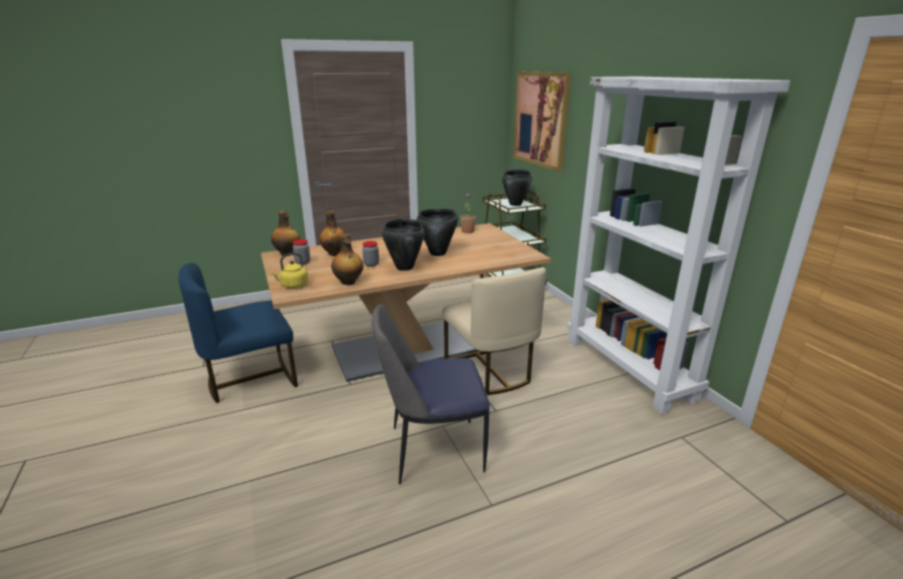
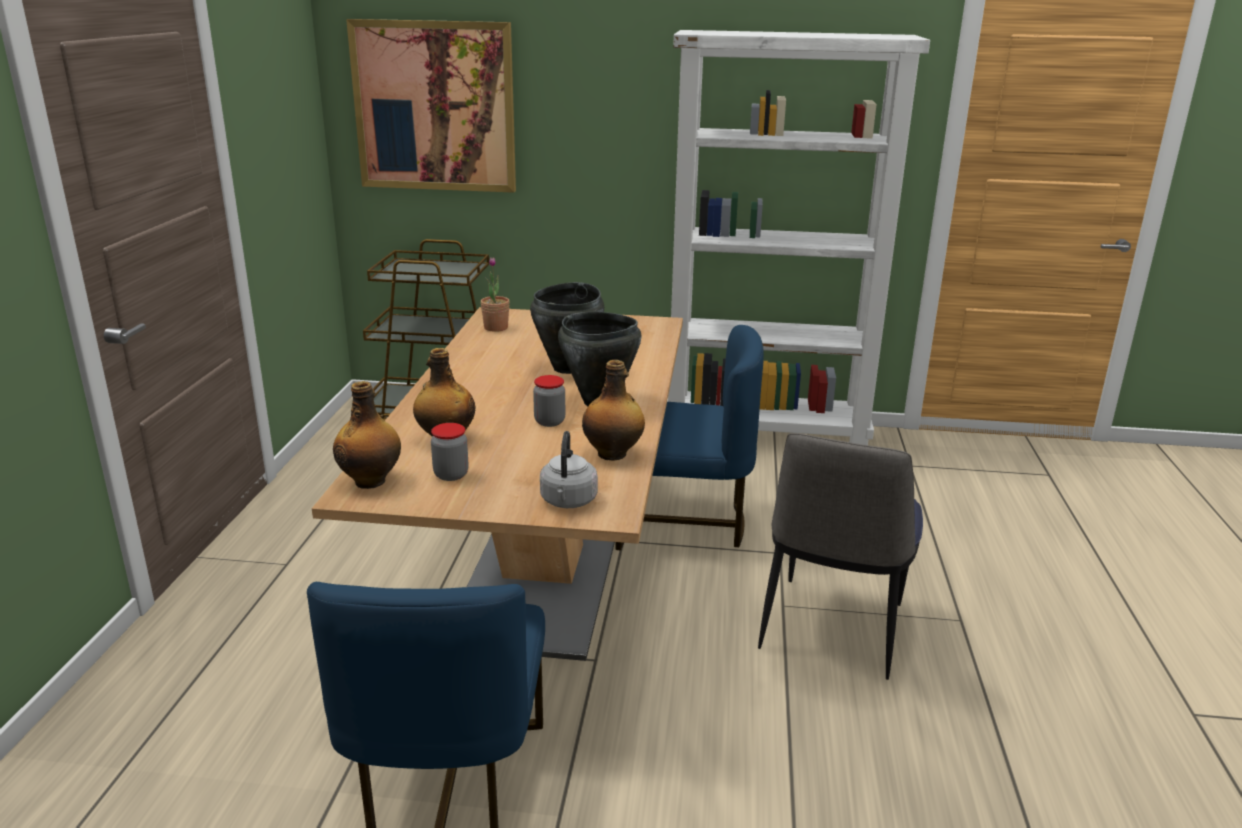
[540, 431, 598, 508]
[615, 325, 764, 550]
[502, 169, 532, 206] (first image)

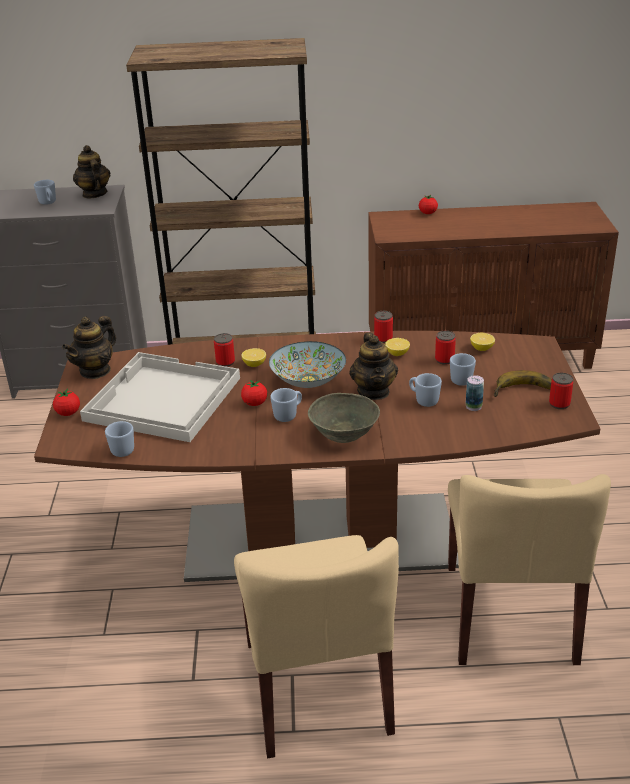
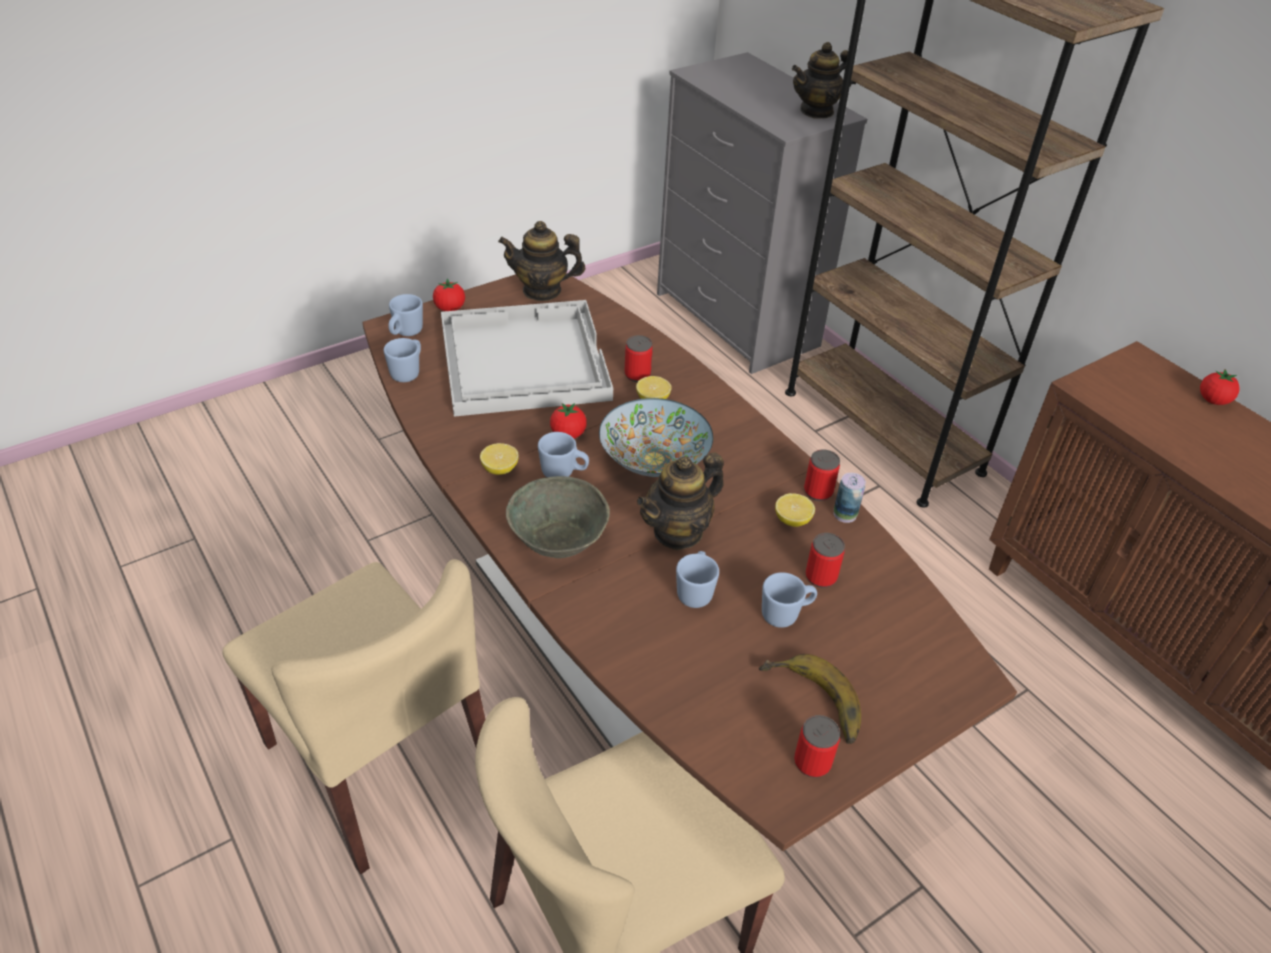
[222, 559, 485, 874]
[388, 294, 423, 336]
[480, 443, 519, 475]
[792, 42, 851, 119]
[834, 473, 866, 523]

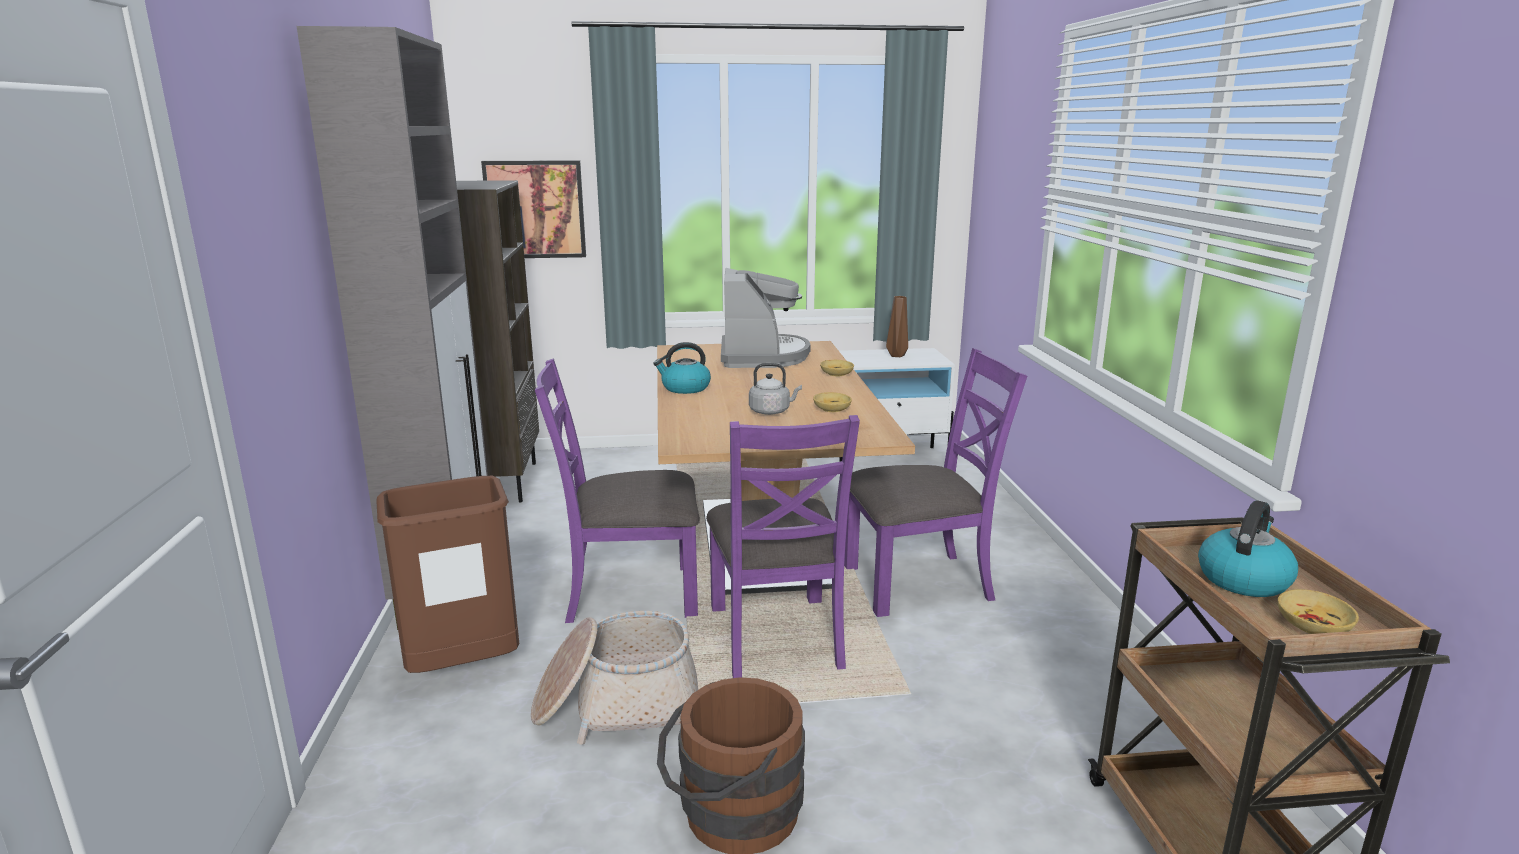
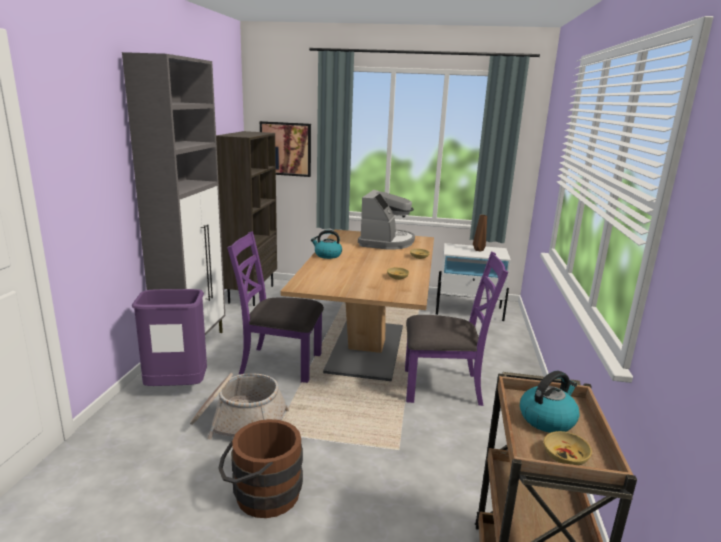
[132, 289, 207, 386]
[706, 415, 860, 678] (first image)
[749, 363, 802, 415] (first image)

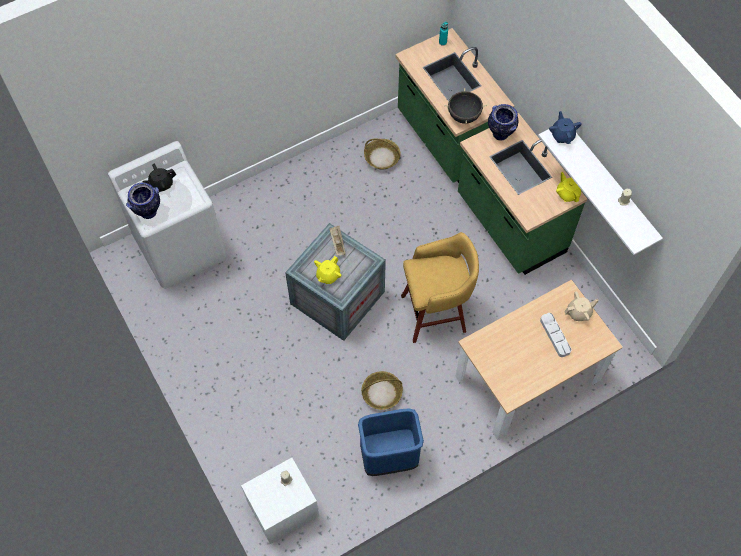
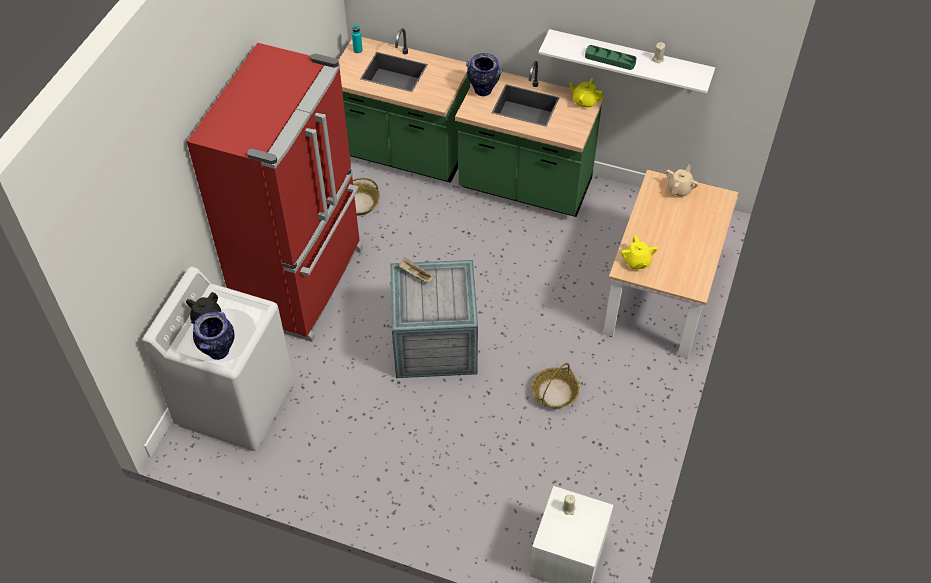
[187, 43, 363, 342]
[585, 45, 636, 70]
[621, 236, 658, 269]
[358, 408, 424, 476] (first image)
[401, 232, 479, 343] (first image)
[444, 88, 487, 125] (first image)
[540, 313, 571, 357] (first image)
[549, 111, 582, 144] (first image)

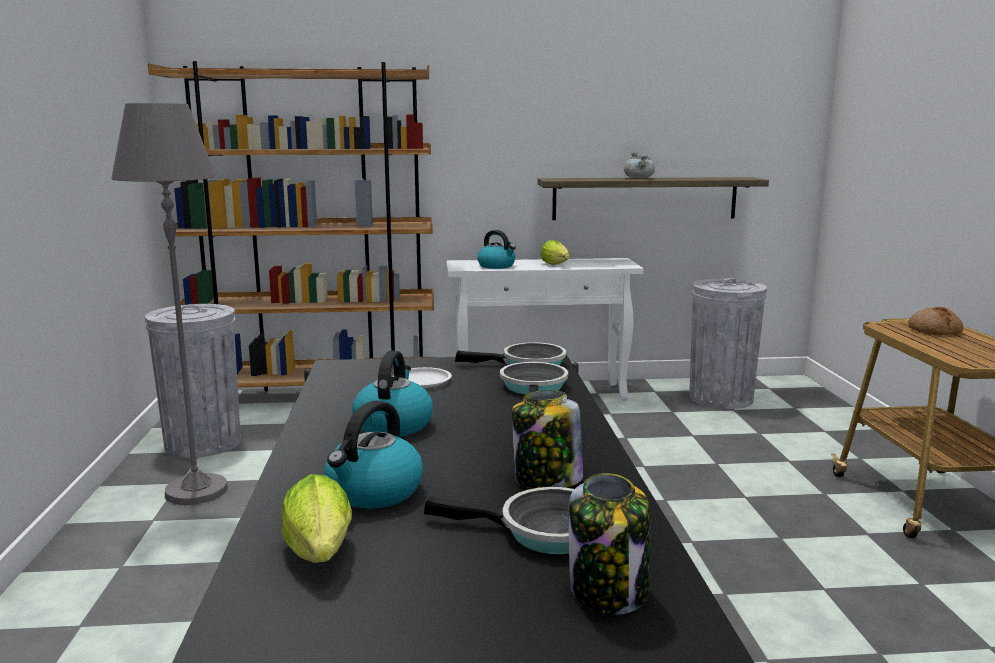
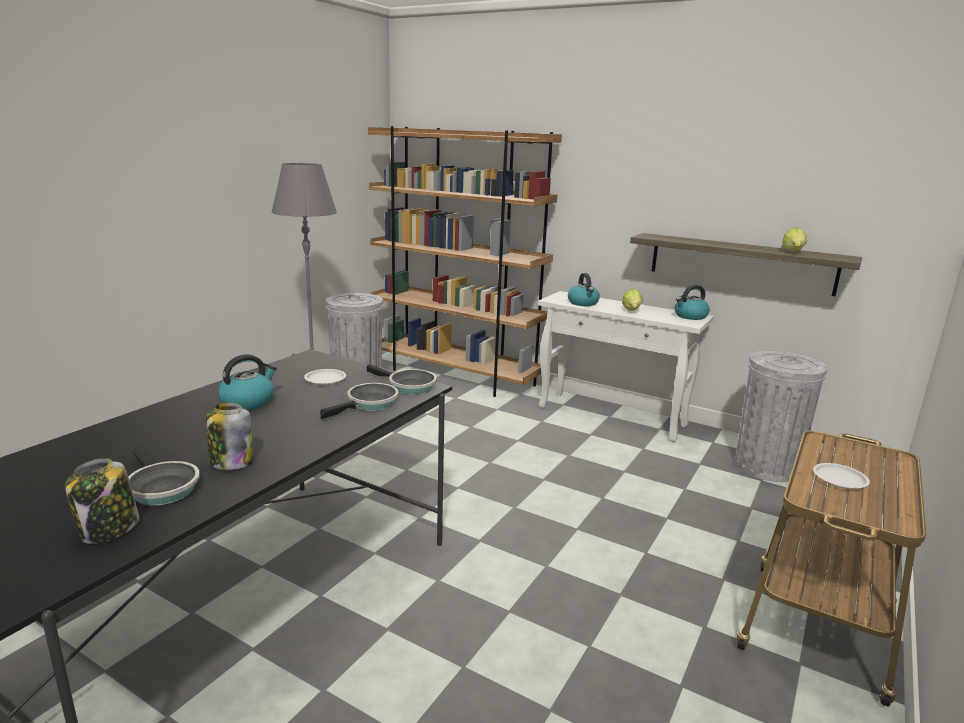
[675, 285, 710, 320]
[782, 227, 807, 252]
[813, 463, 870, 489]
[624, 151, 655, 179] (first image)
[908, 307, 964, 335] (first image)

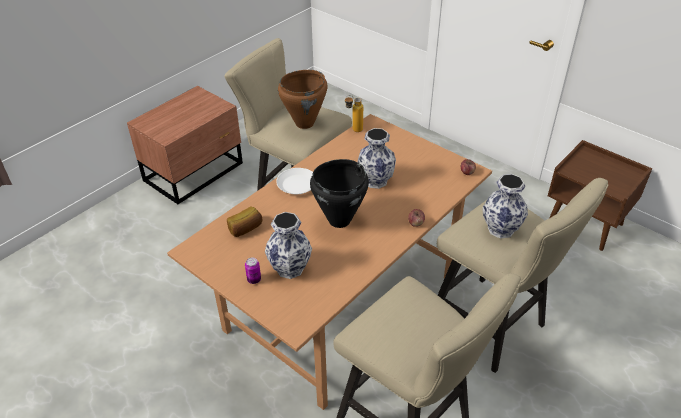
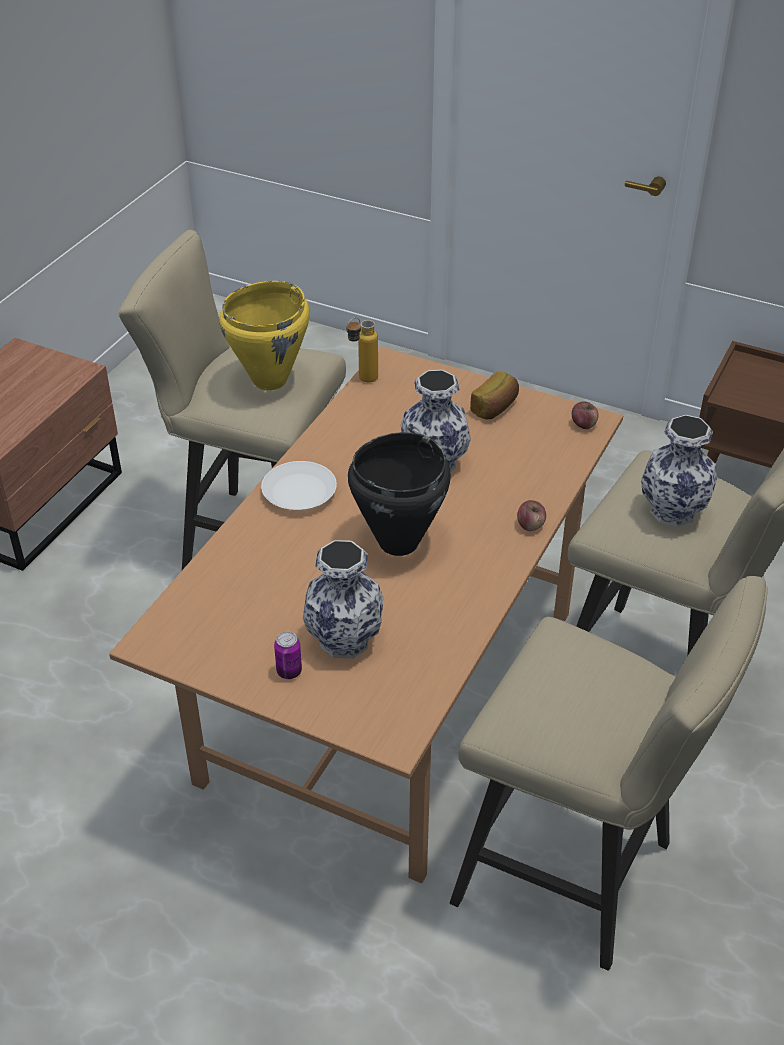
[219, 281, 310, 390]
[470, 372, 519, 419]

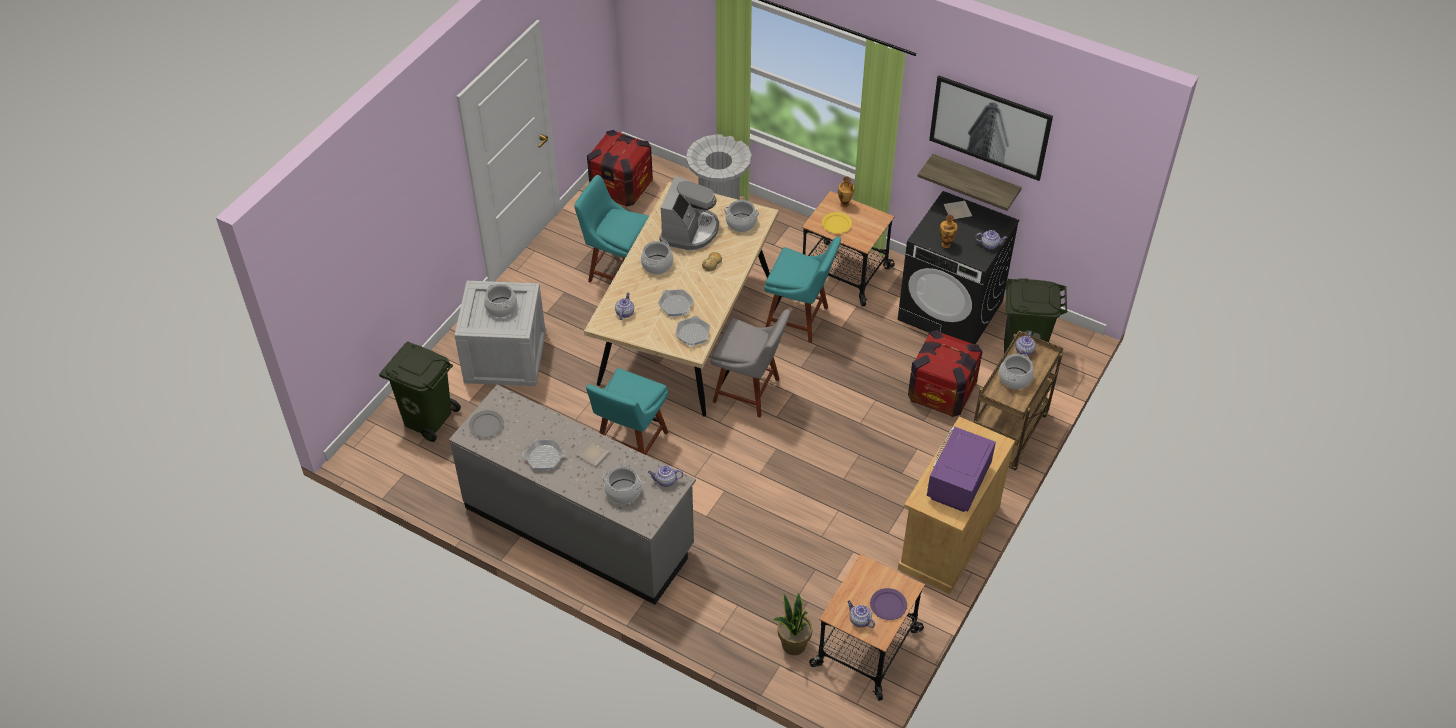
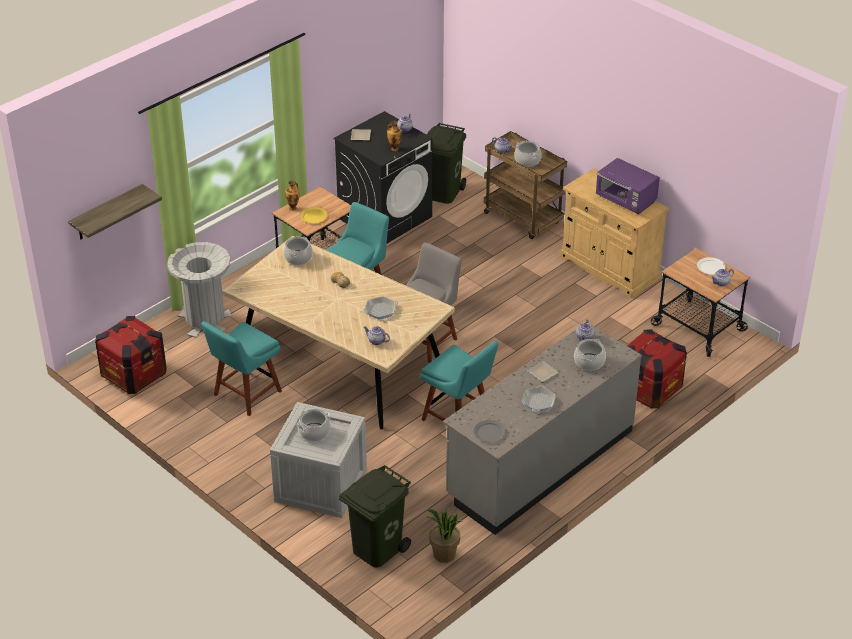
[68, 184, 162, 239]
[426, 509, 462, 563]
[627, 329, 687, 408]
[697, 257, 725, 275]
[641, 241, 673, 274] (first image)
[659, 176, 719, 250] (first image)
[676, 316, 710, 346] (first image)
[929, 75, 1053, 181] (first image)

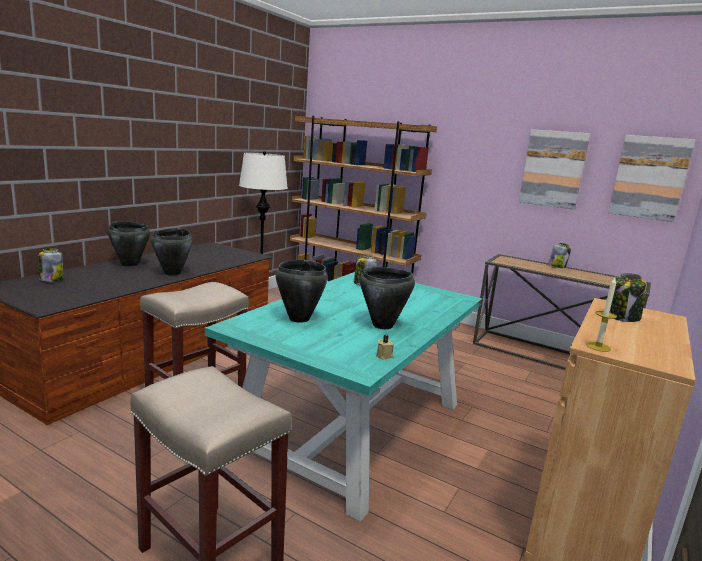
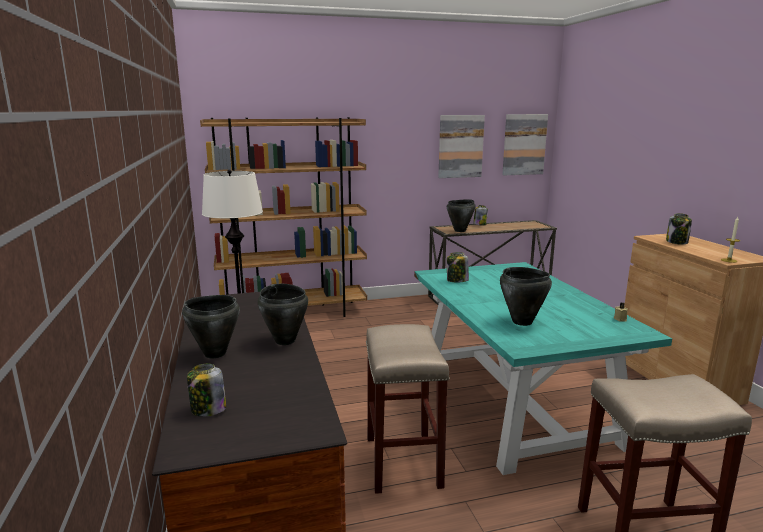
[447, 199, 475, 232]

